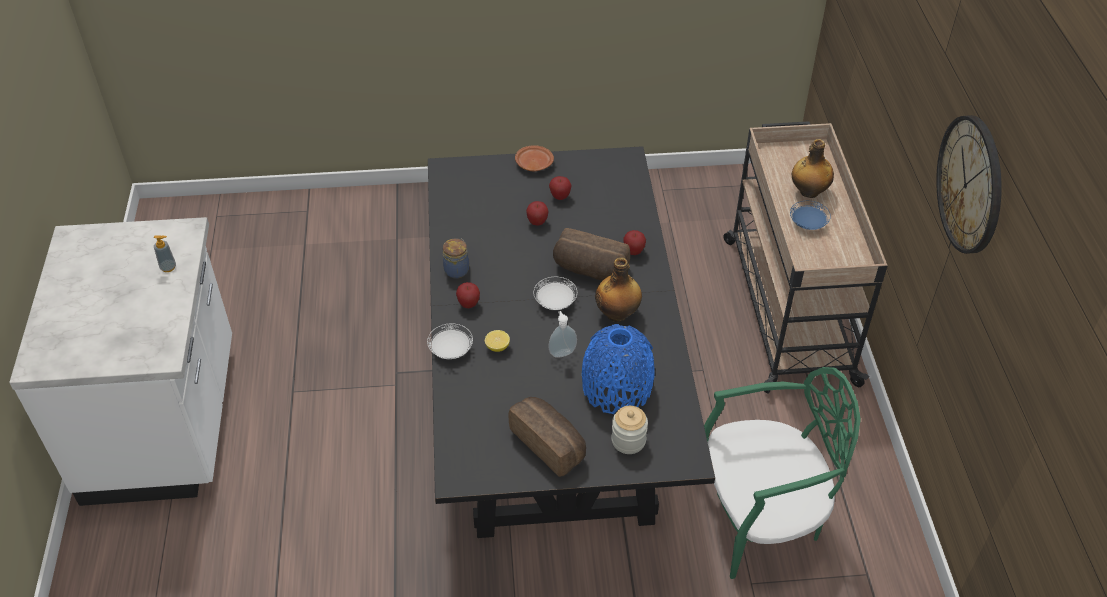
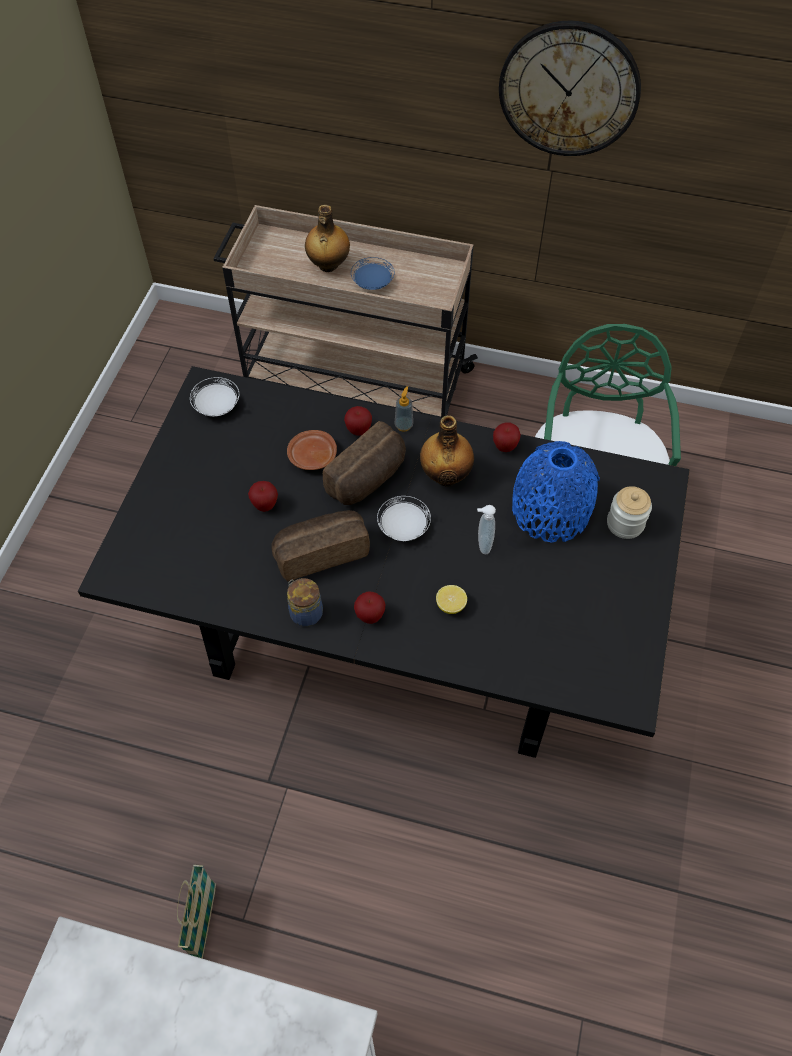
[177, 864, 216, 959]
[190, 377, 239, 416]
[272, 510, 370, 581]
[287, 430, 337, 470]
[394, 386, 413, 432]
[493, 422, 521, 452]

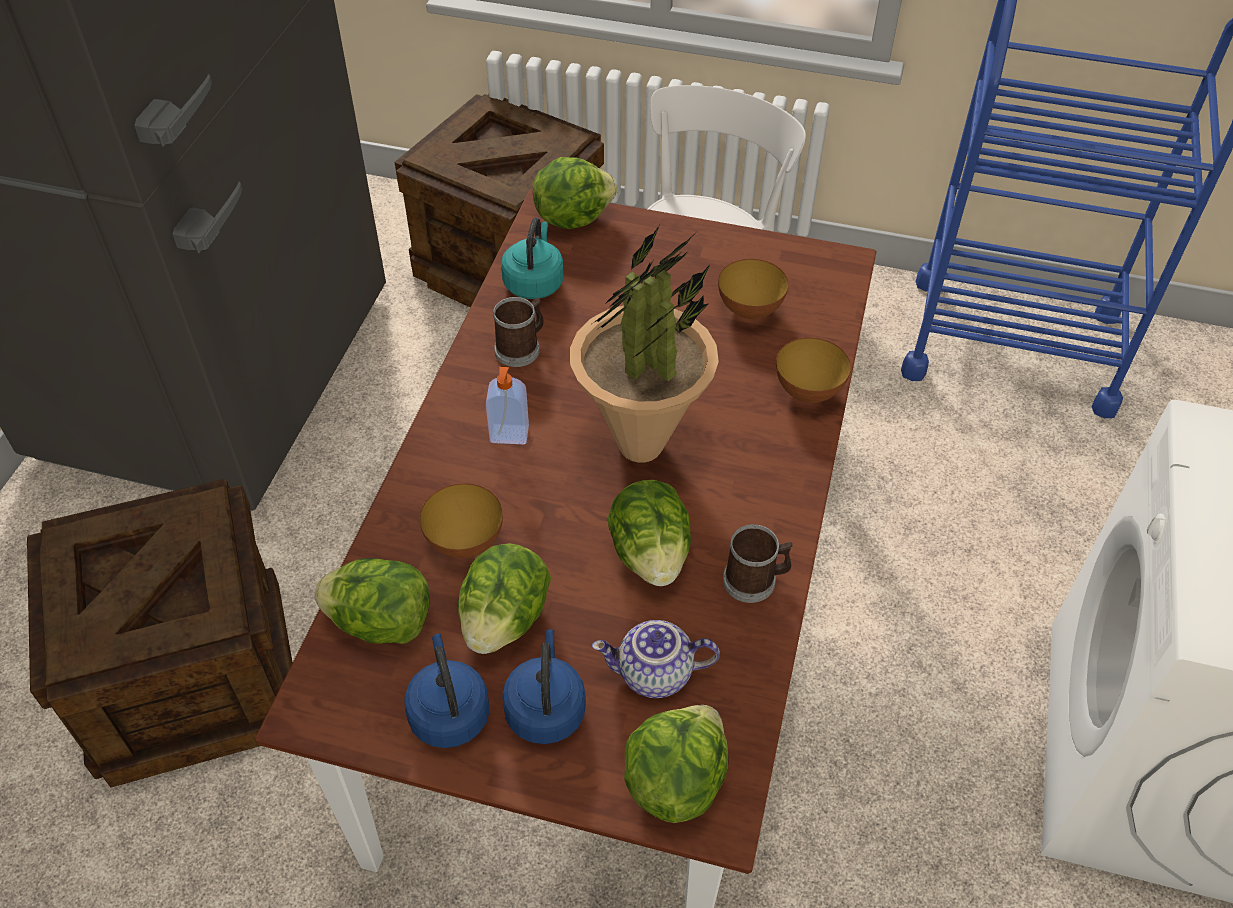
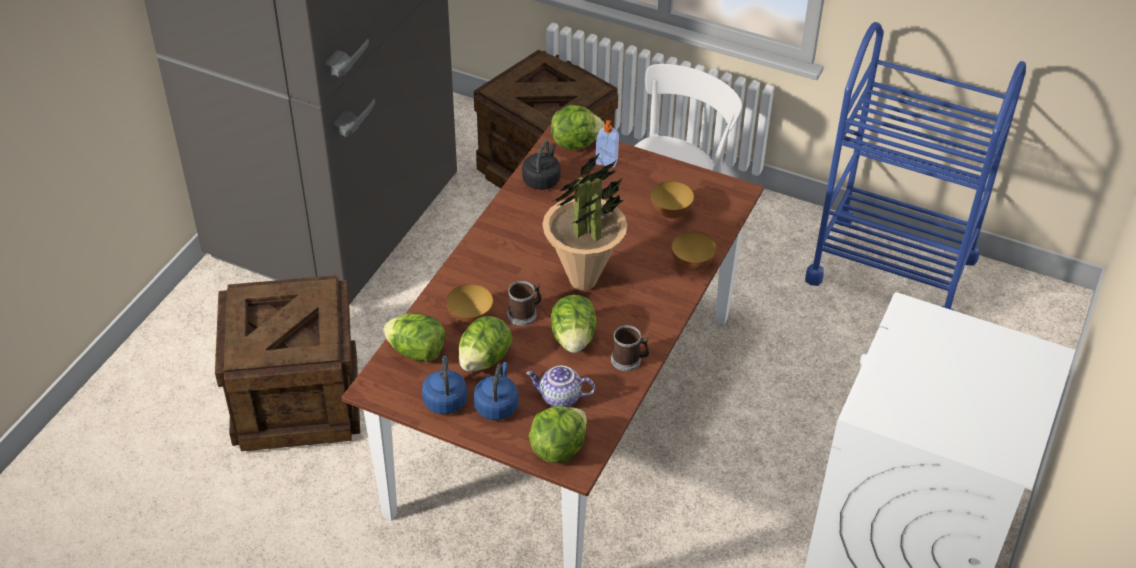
[507, 281, 541, 326]
[522, 140, 561, 190]
[596, 120, 619, 167]

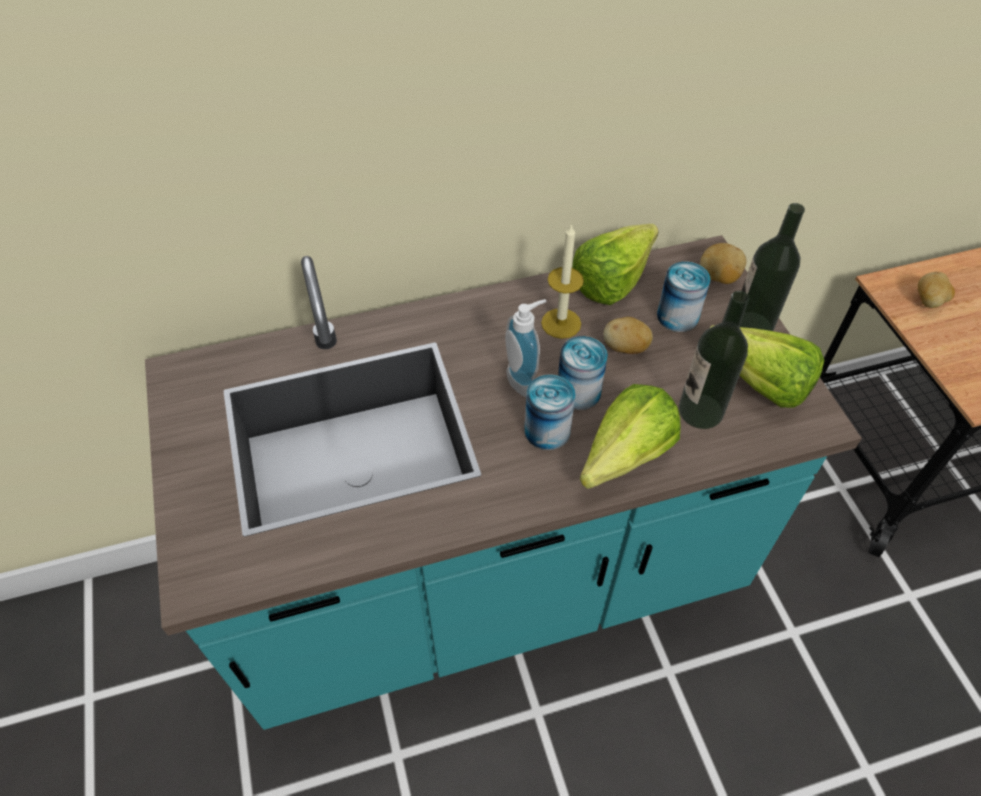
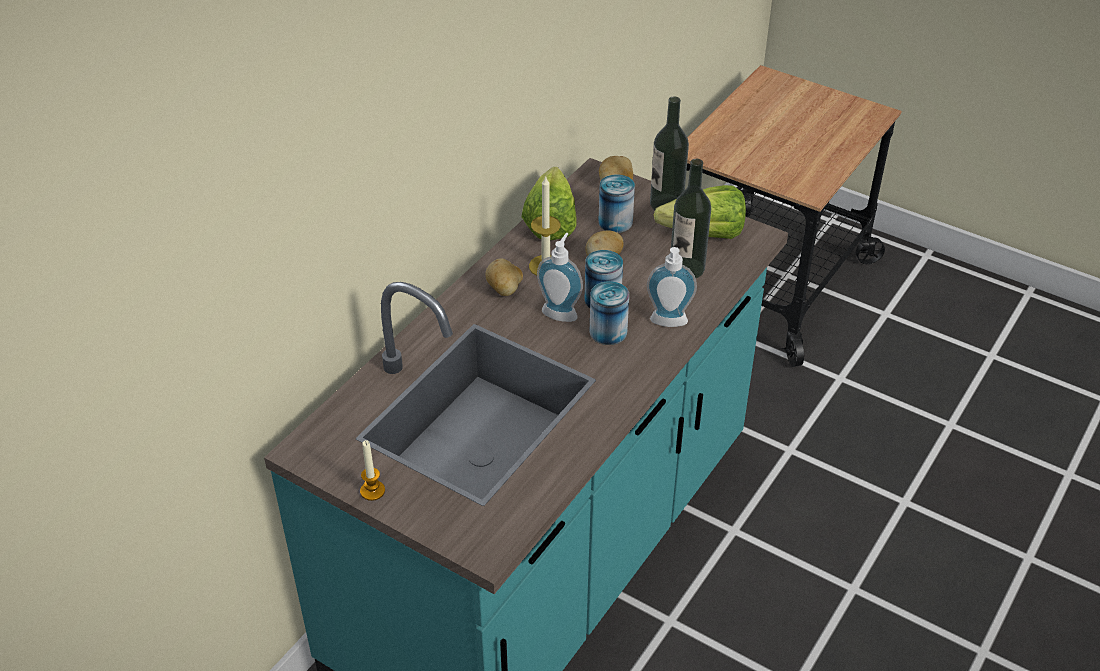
[360, 440, 385, 501]
[485, 258, 523, 296]
[647, 247, 697, 327]

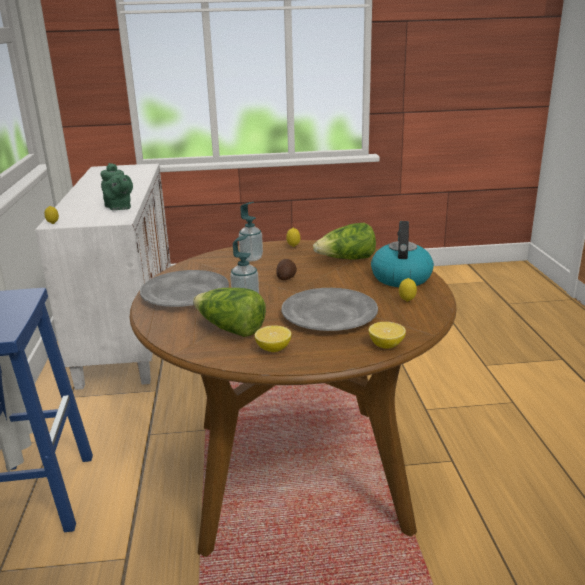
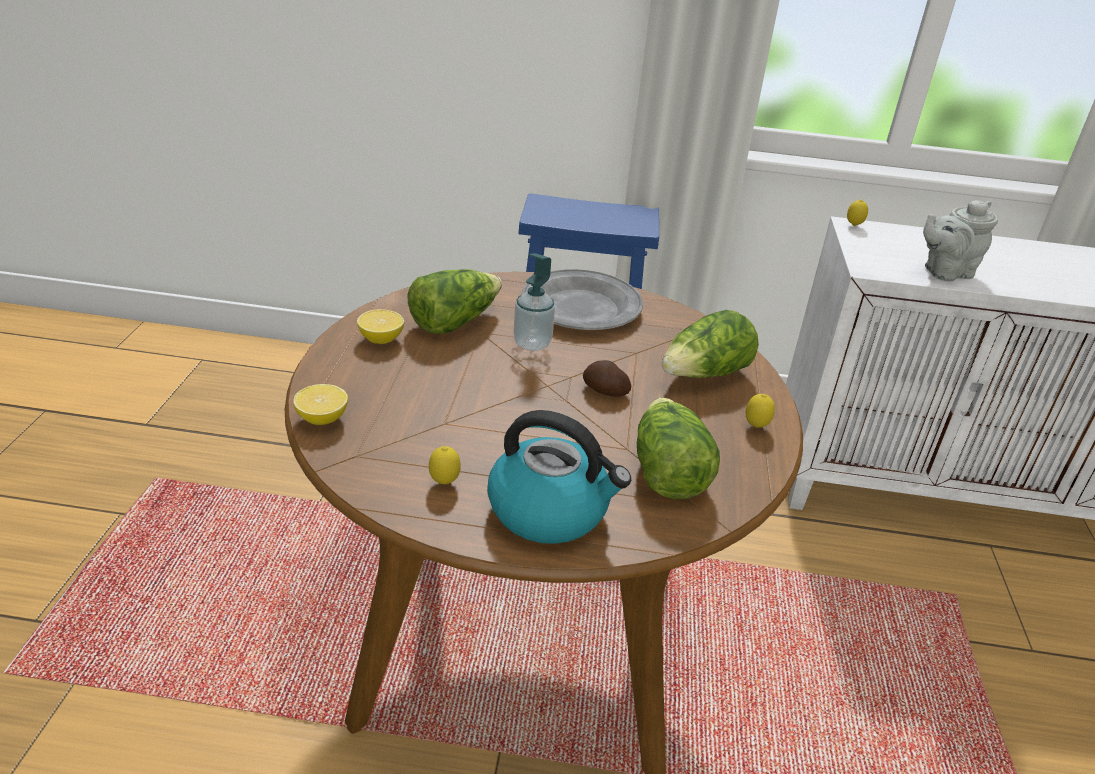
[662, 310, 759, 378]
[923, 200, 998, 281]
[282, 288, 378, 331] (first image)

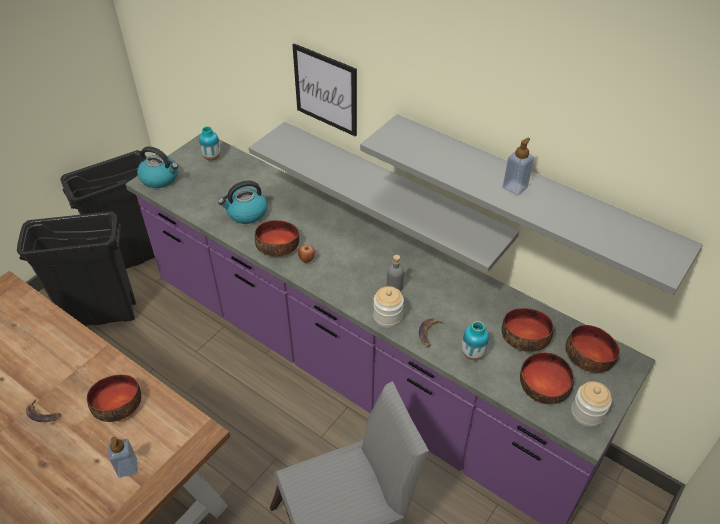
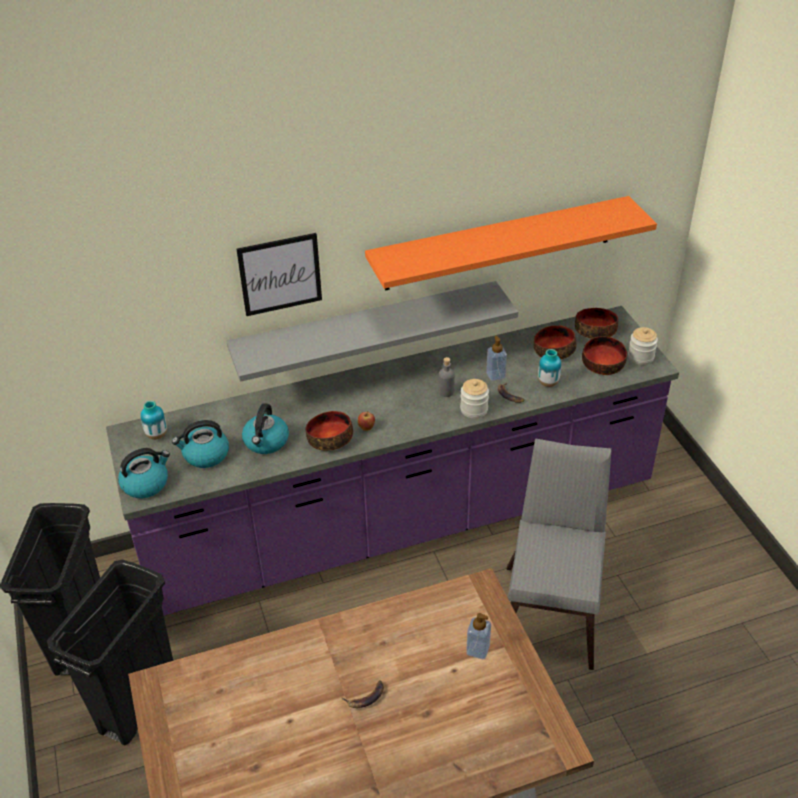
[172, 420, 229, 468]
[365, 196, 657, 290]
[486, 336, 507, 381]
[87, 374, 141, 422] (first image)

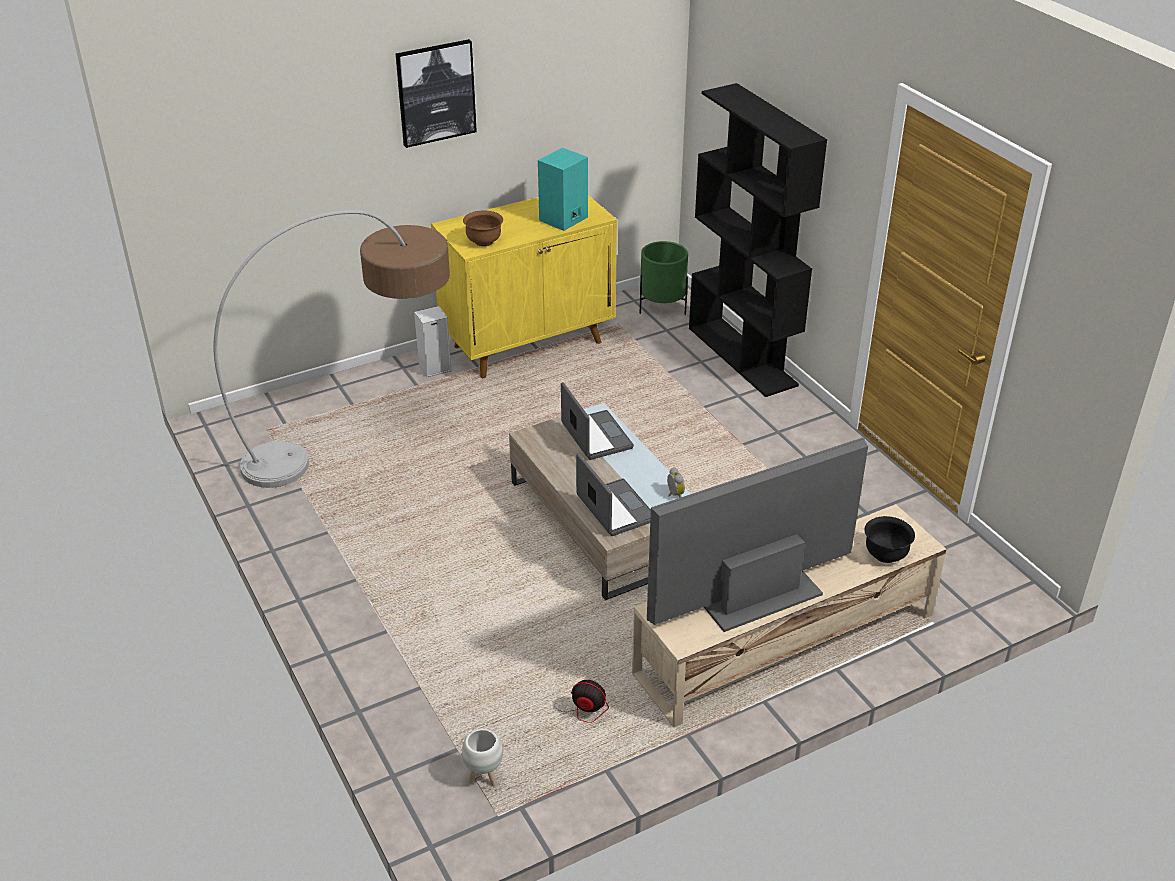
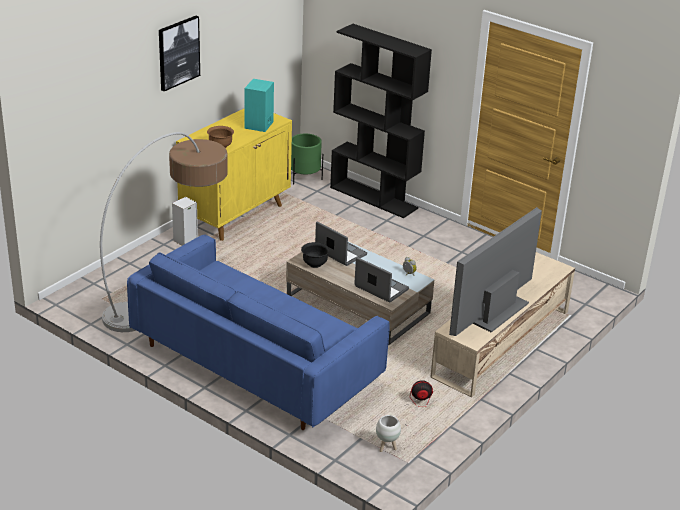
[127, 235, 390, 430]
[301, 242, 330, 268]

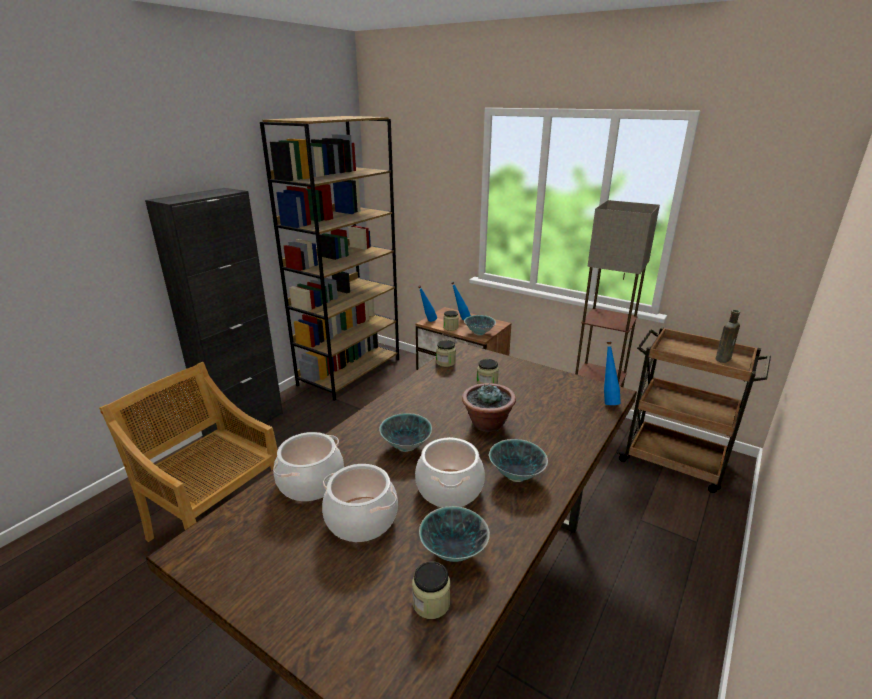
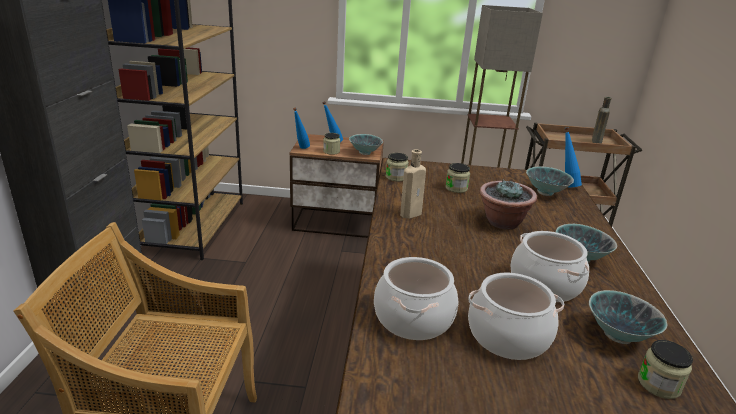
[400, 150, 426, 219]
[526, 166, 574, 196]

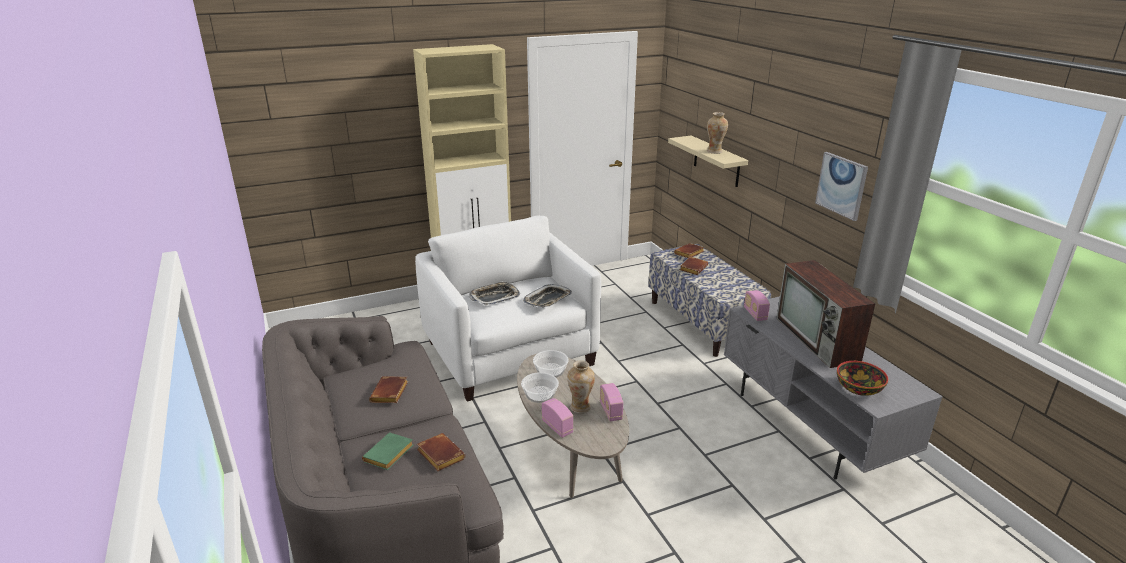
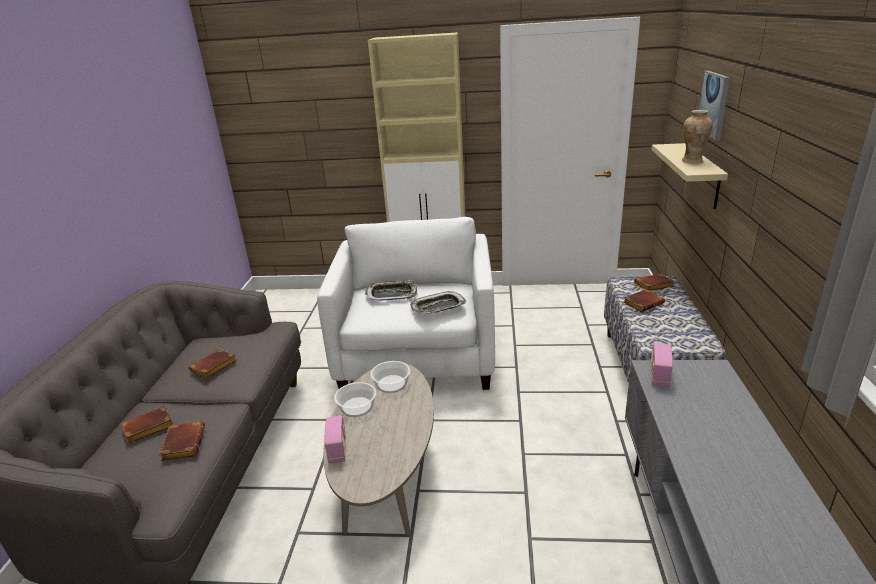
[121, 406, 173, 444]
[699, 71, 730, 141]
[567, 360, 595, 413] (first image)
[600, 383, 623, 421] (first image)
[776, 260, 875, 368] (first image)
[837, 361, 888, 396] (first image)

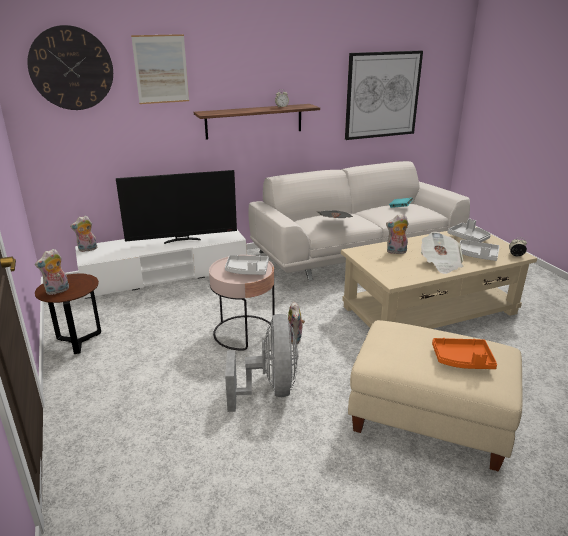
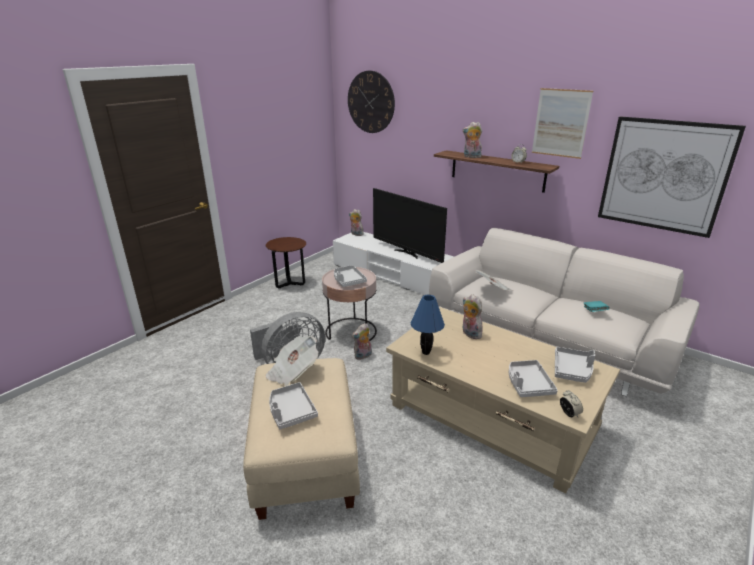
[265, 336, 318, 386]
[269, 382, 318, 429]
[411, 295, 445, 355]
[463, 122, 482, 158]
[532, 88, 593, 159]

